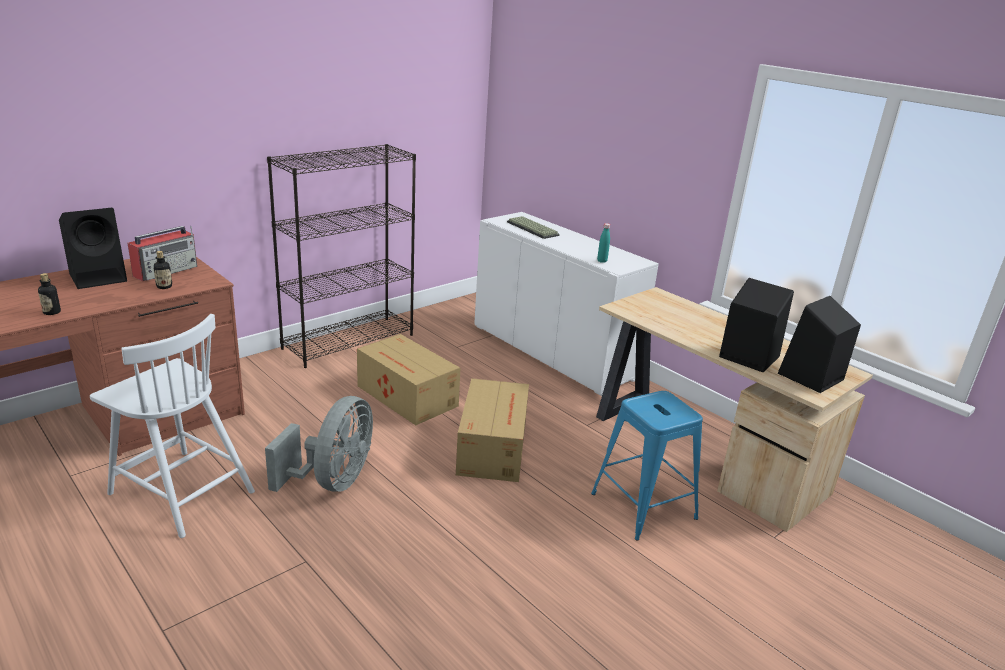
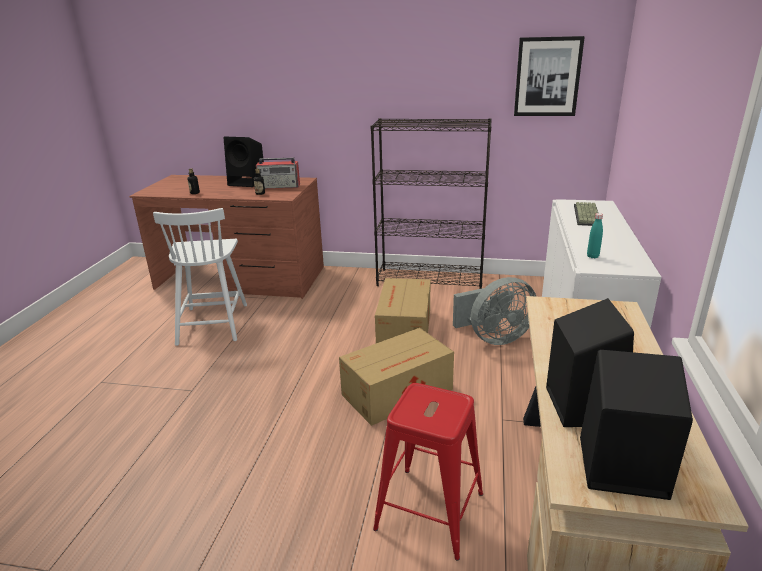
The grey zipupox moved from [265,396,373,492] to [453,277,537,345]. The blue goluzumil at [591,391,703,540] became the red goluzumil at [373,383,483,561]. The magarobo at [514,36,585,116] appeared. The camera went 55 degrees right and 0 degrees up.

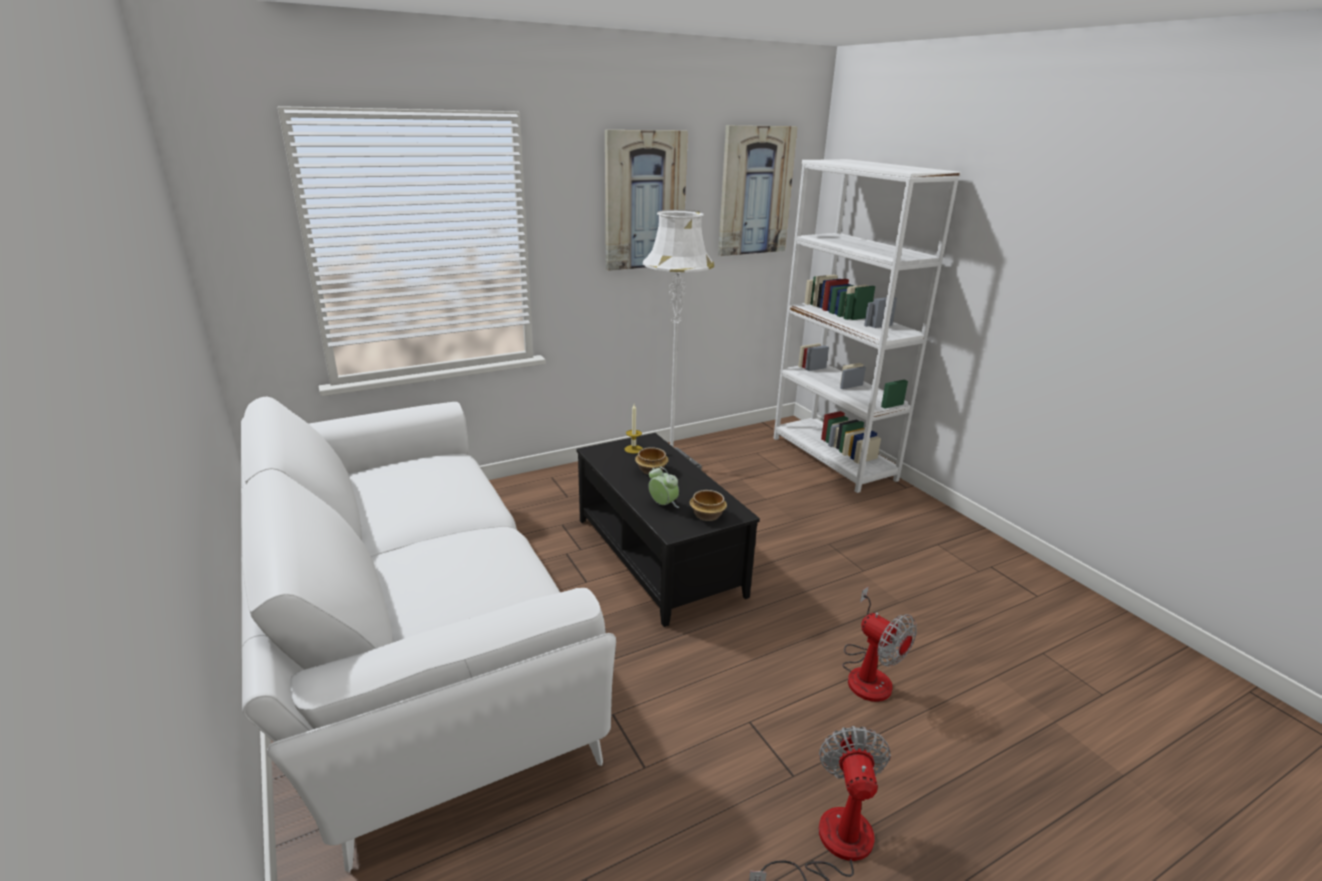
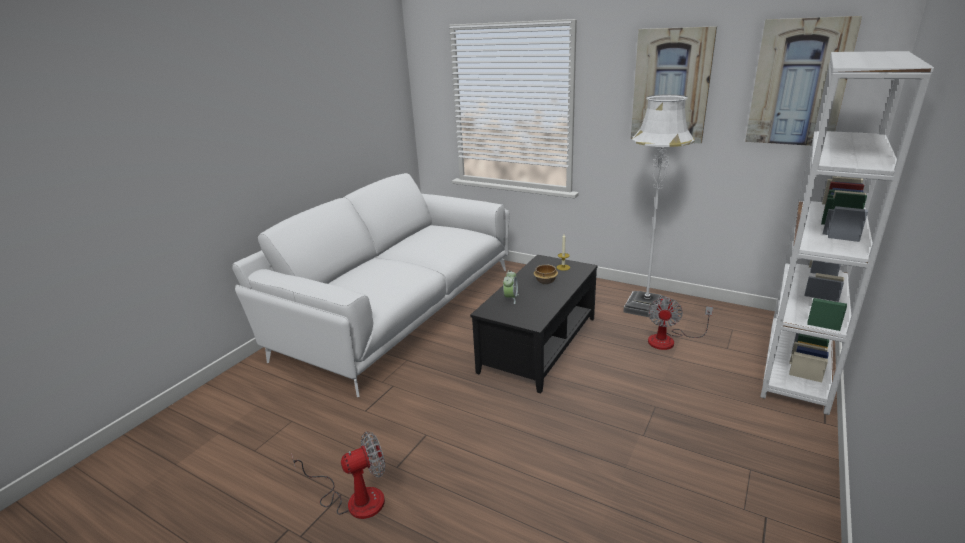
The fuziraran at [690,490,727,521] disappeared. The zipupox moved from [842,586,917,702] to [648,296,713,350]. The camera went 60 degrees right and 0 degrees up.

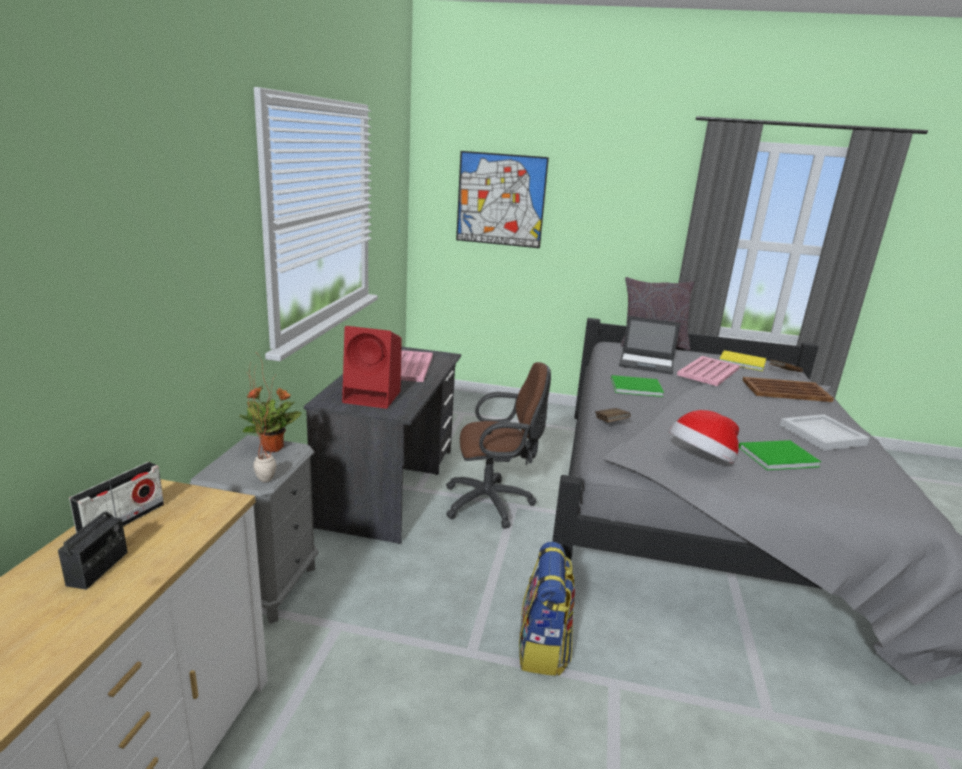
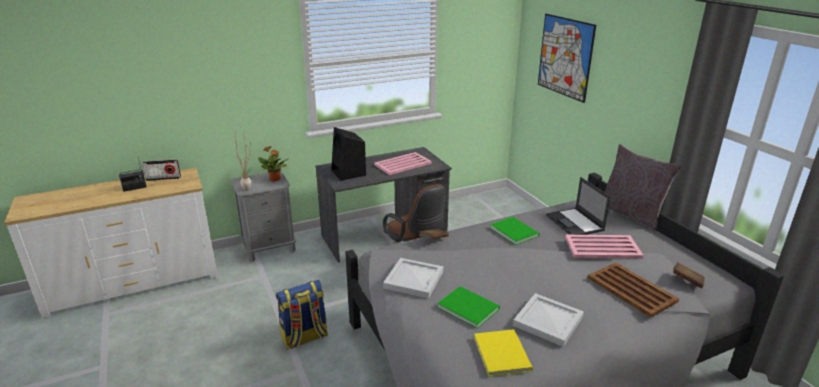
The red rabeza at [342,326,402,409] became the black rabeza at [331,127,366,181]. The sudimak at [669,410,739,464] was replaced by the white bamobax at [383,258,443,299]. The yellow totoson moved from [719,350,766,371] to [474,329,533,377]. The camera went 55 degrees right and 5 degrees up.

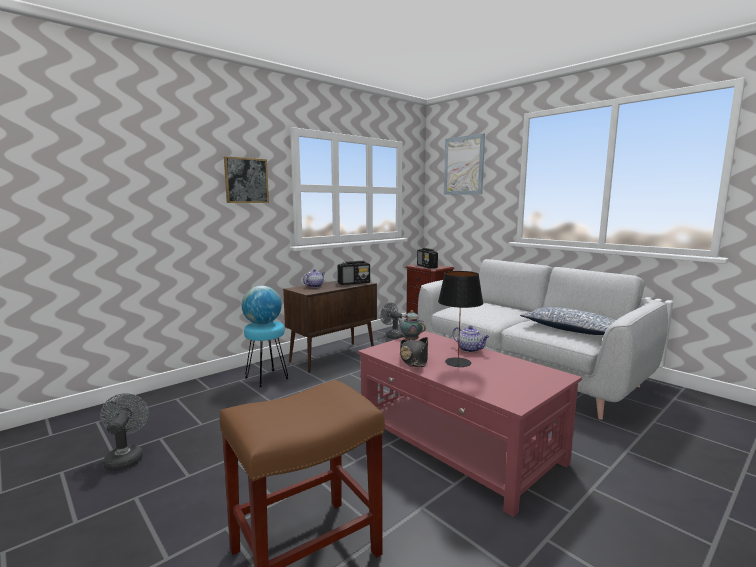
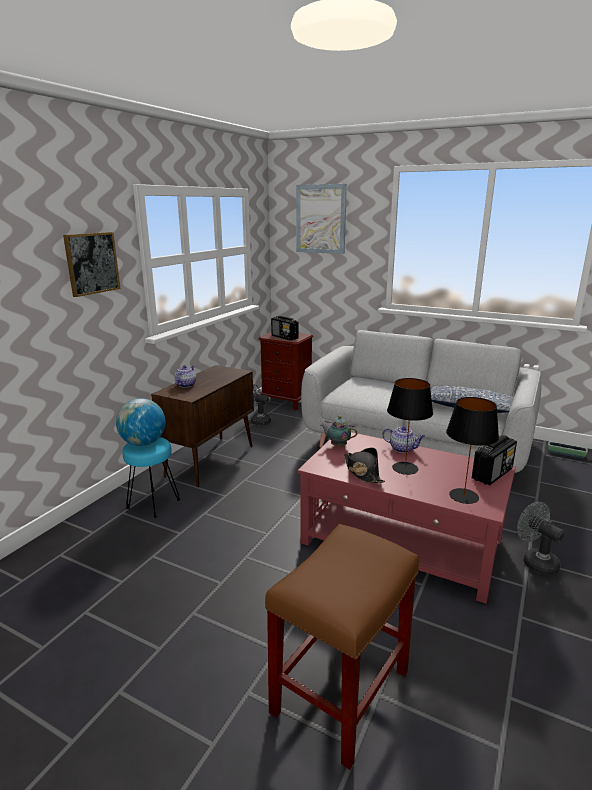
The grey zipupox moved from [100,393,149,471] to [517,502,565,575]. The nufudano moved from [338,261,370,285] to [472,435,517,485]. The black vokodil at [446,397,499,504] appeared. The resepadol at [548,441,588,459] appeared. The camera went 20 degrees left and 10 degrees up.

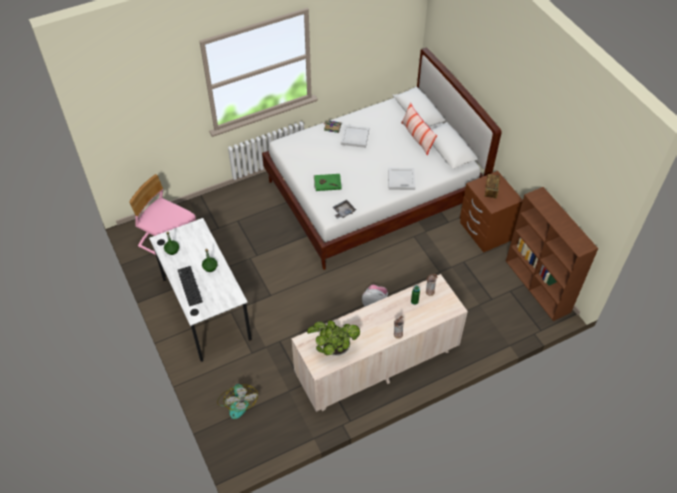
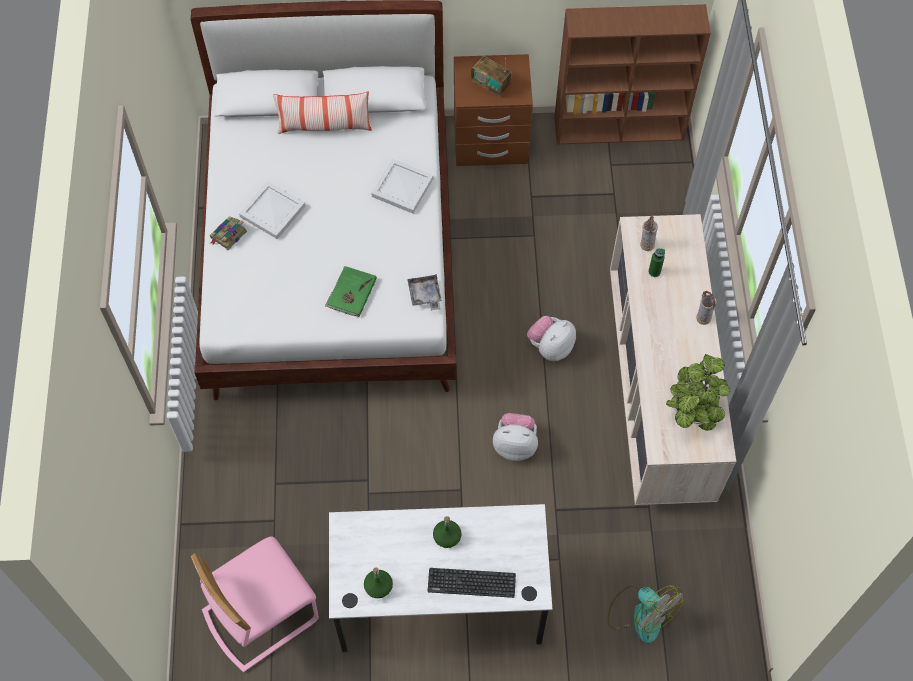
The zipupox at [217,384,258,419] turned 45 degrees clockwise. The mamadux at [493,413,538,461] appeared. The camera went 65 degrees left and 10 degrees up.

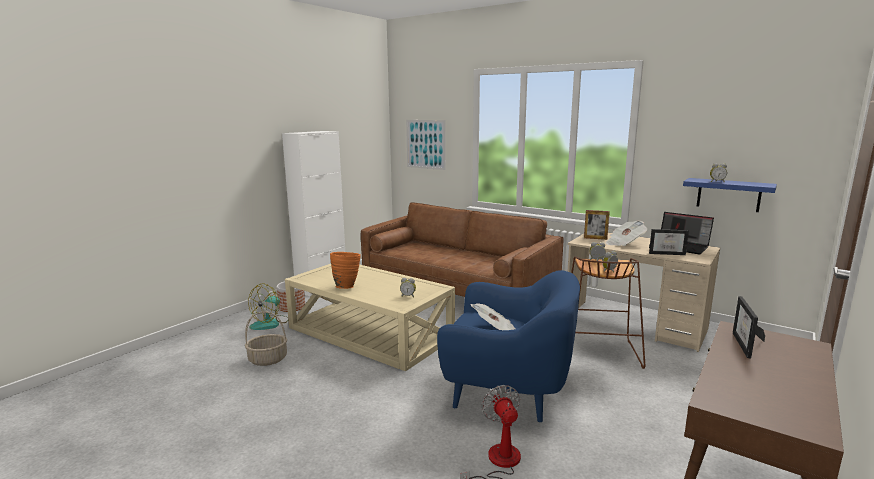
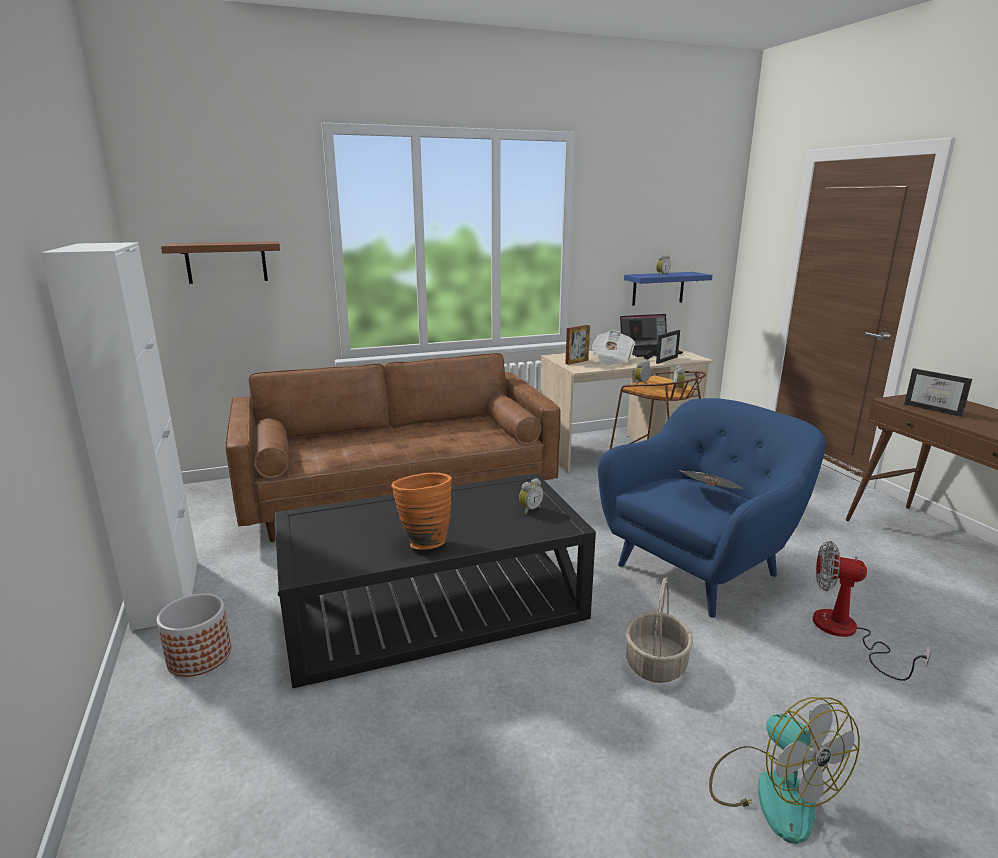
The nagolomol moved from [245,311,287,366] to [626,577,693,683]. The zipupox moved from [248,284,288,330] to [709,697,860,844]. The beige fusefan at [285,264,455,371] became the black fusefan at [275,473,596,688]. The magarobo at [406,120,446,170] was replaced by the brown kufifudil at [161,241,280,284]. The camera went 55 degrees left and 5 degrees up.

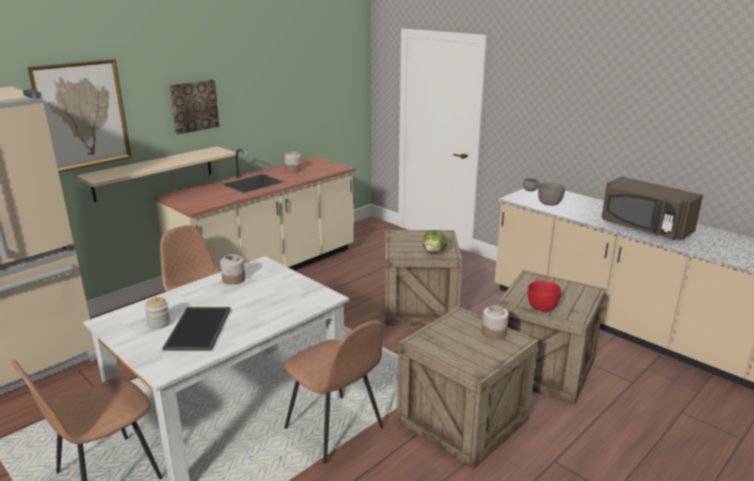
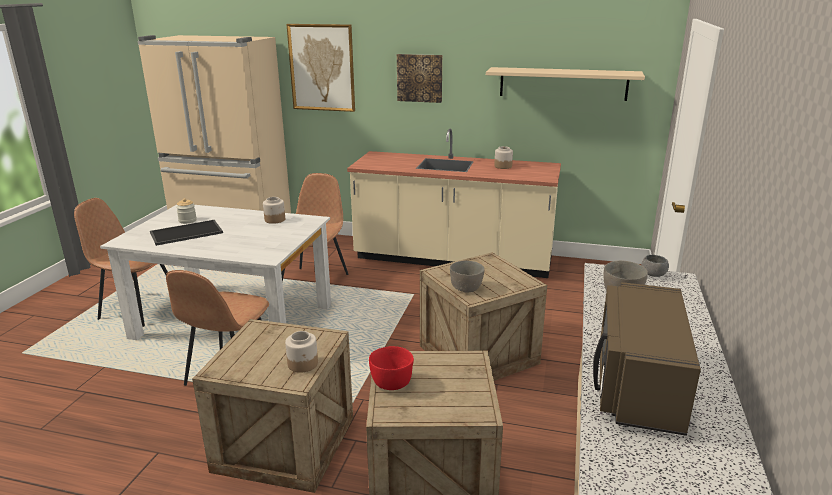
The beige kufifudil moved from [77,146,236,202] to [486,67,645,101]. The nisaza at [423,230,447,254] was replaced by the grey fuziraran at [450,261,484,292]. The camera went 60 degrees right and 0 degrees up.

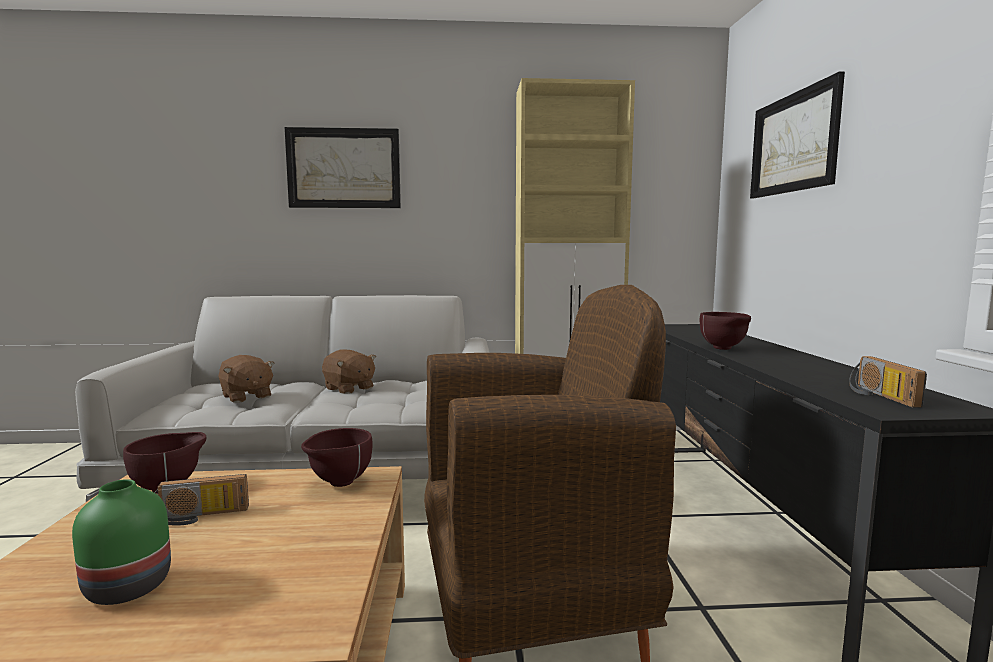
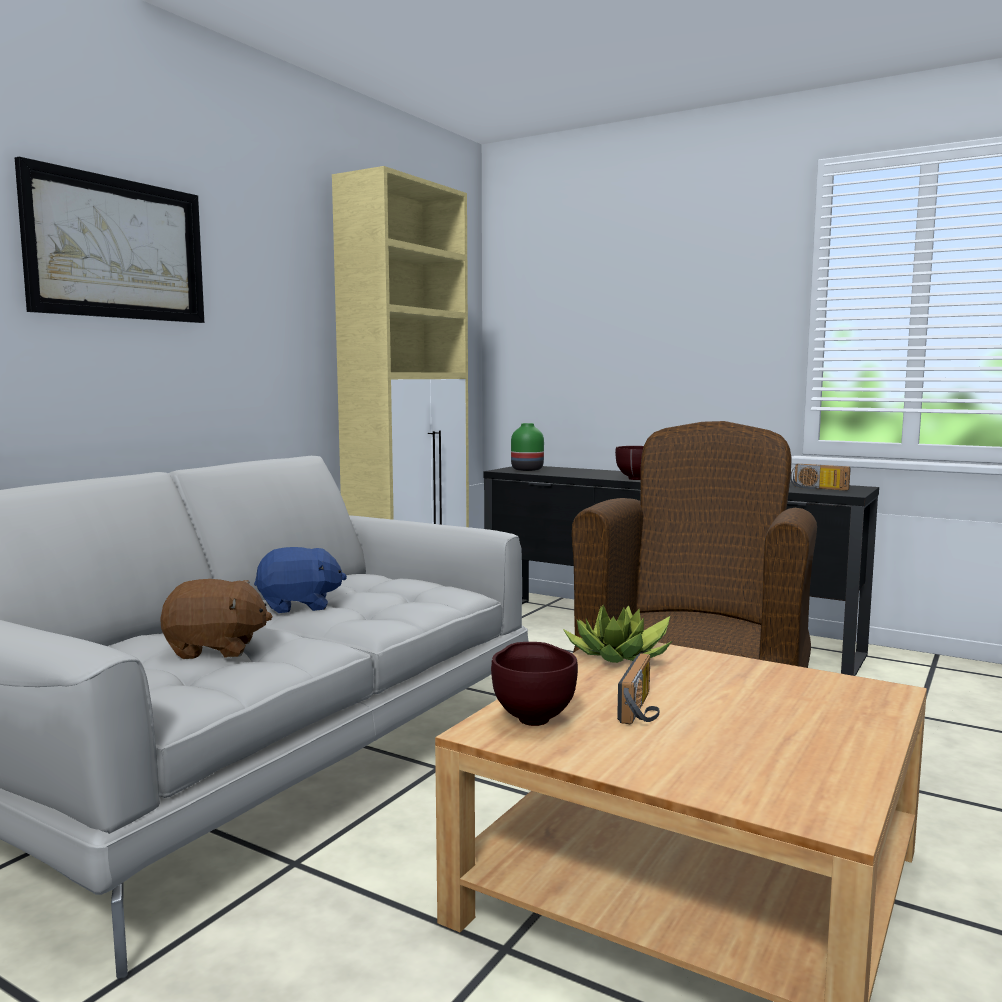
The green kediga moved from [72,479,171,605] to [511,423,544,471]. The brown fuziraran at [301,428,373,487] was replaced by the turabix at [563,605,672,663]. The brown mamadux at [322,349,376,394] became the blue mamadux at [254,547,347,613]. The magarobo at [750,72,845,198] disappeared. The camera went 55 degrees left and 0 degrees up.

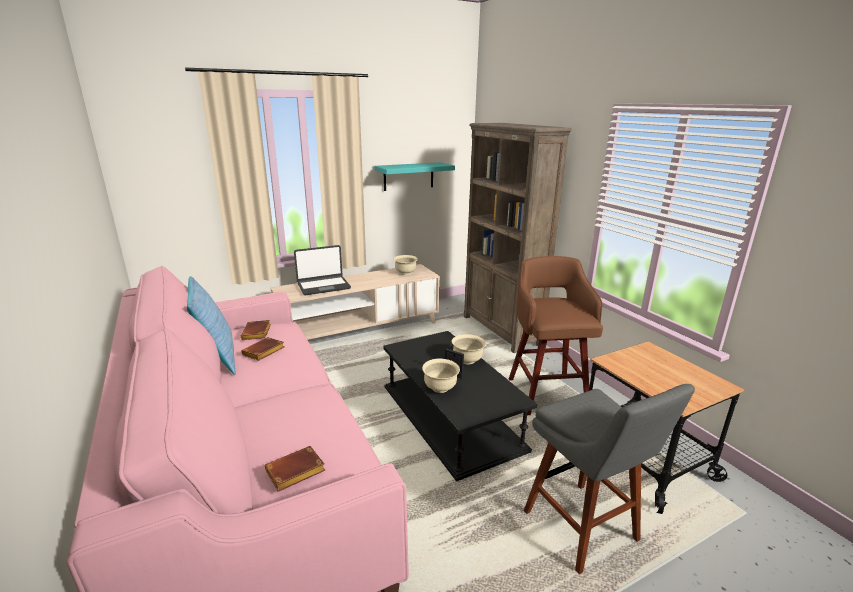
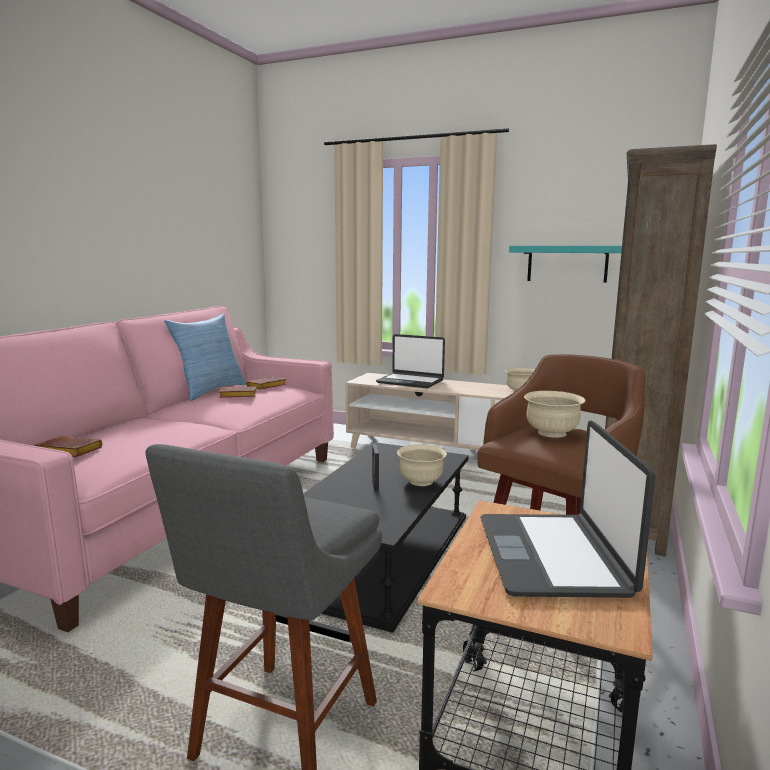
The beige fuziraran moved from [422,359,460,393] to [524,391,586,438]. The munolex at [480,421,655,598] appeared. The camera went 50 degrees right and 10 degrees down.

